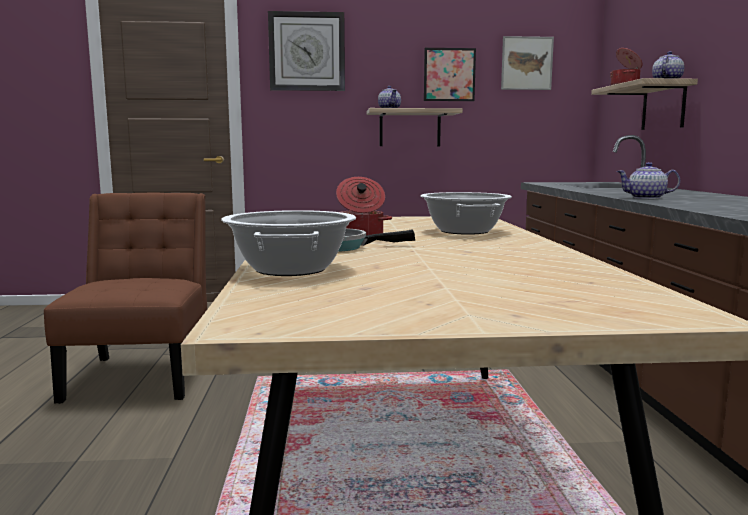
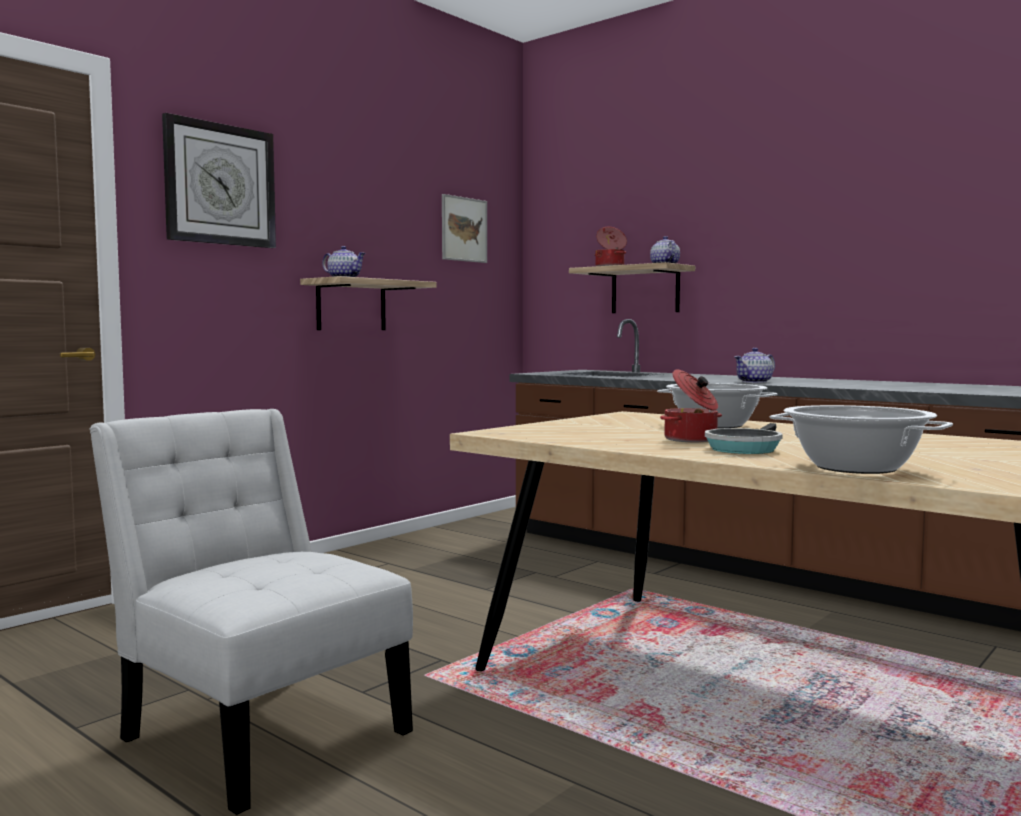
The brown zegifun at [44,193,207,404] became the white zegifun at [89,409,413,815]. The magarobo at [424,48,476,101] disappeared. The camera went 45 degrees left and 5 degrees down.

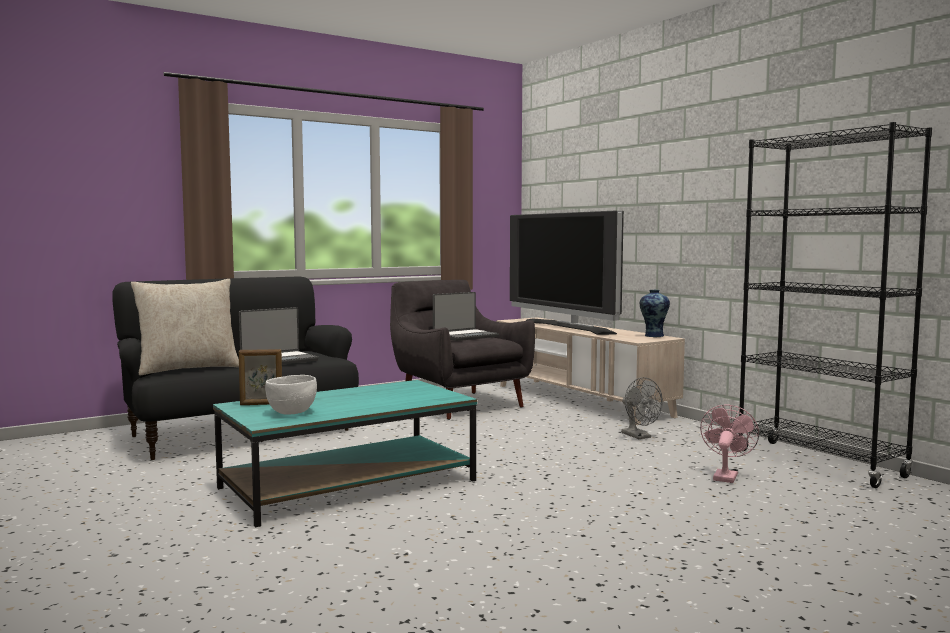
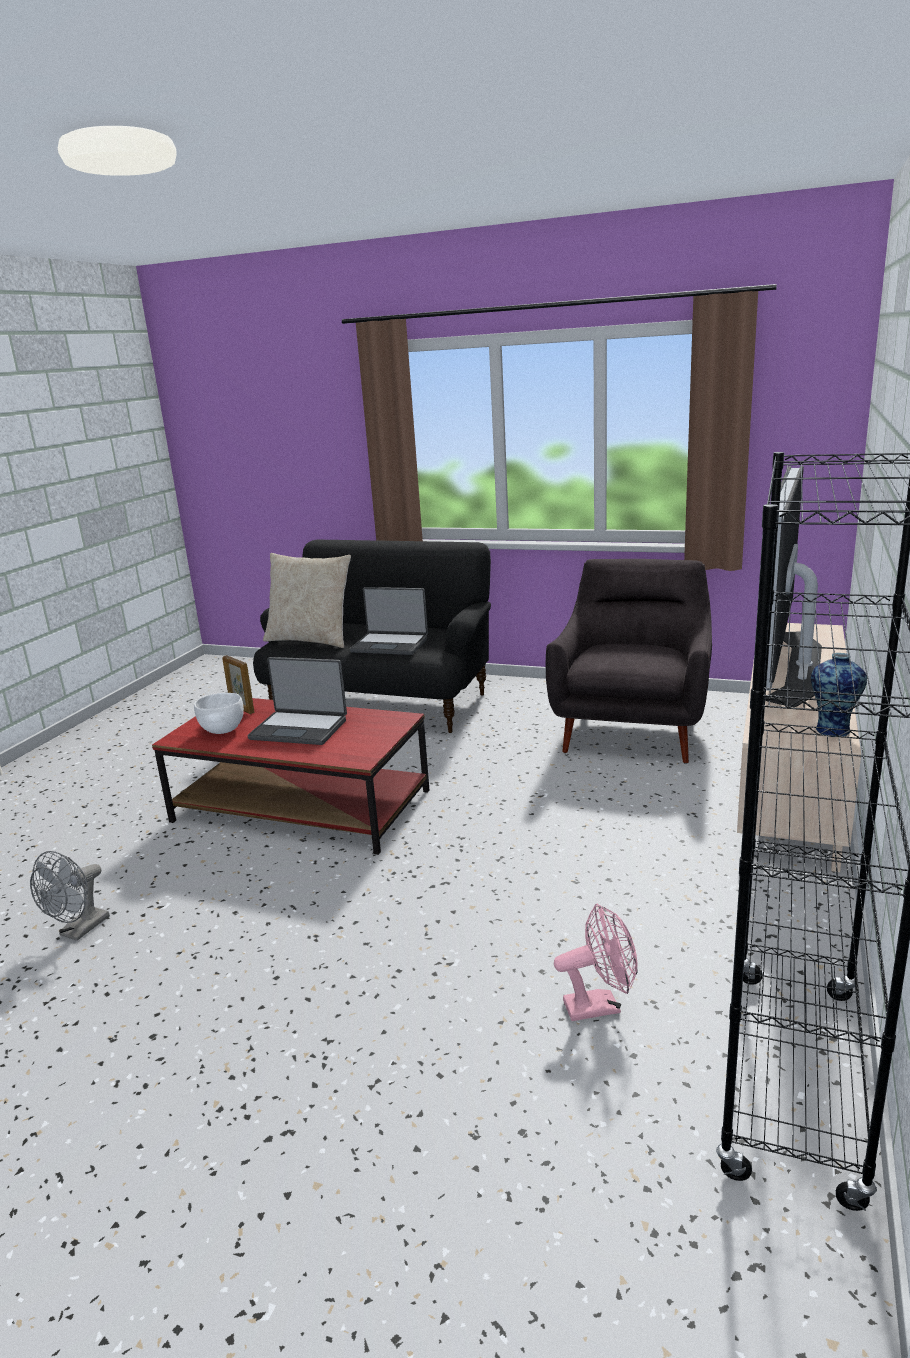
The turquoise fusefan at [213,380,477,527] became the red fusefan at [152,698,429,855]. The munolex moved from [433,292,499,341] to [248,657,347,745]. The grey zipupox moved from [621,377,663,439] to [30,851,110,941]. The camera went 55 degrees right and 15 degrees up.

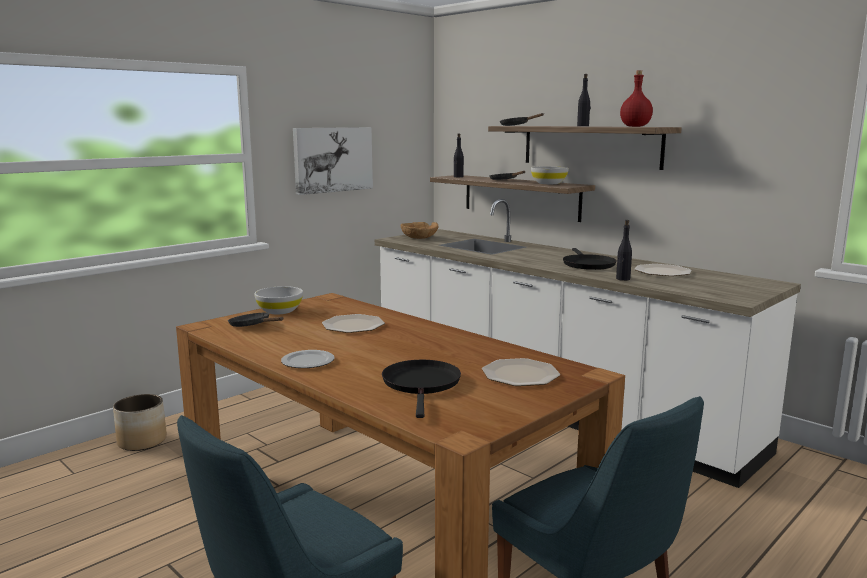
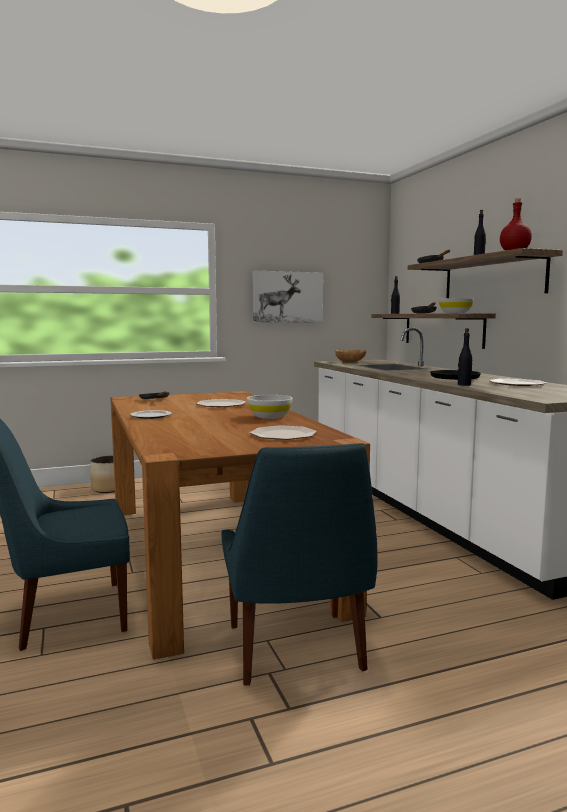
The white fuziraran moved from [254,286,303,314] to [247,395,293,419]. The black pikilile at [382,360,461,418] disappeared. The camera went 25 degrees right and 5 degrees down.

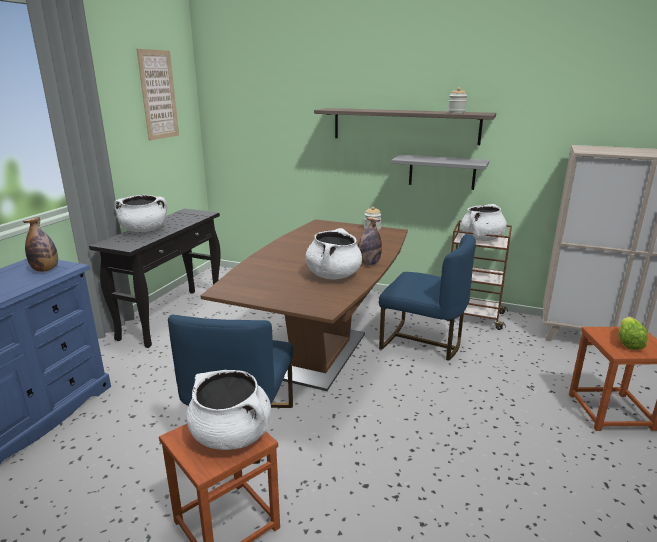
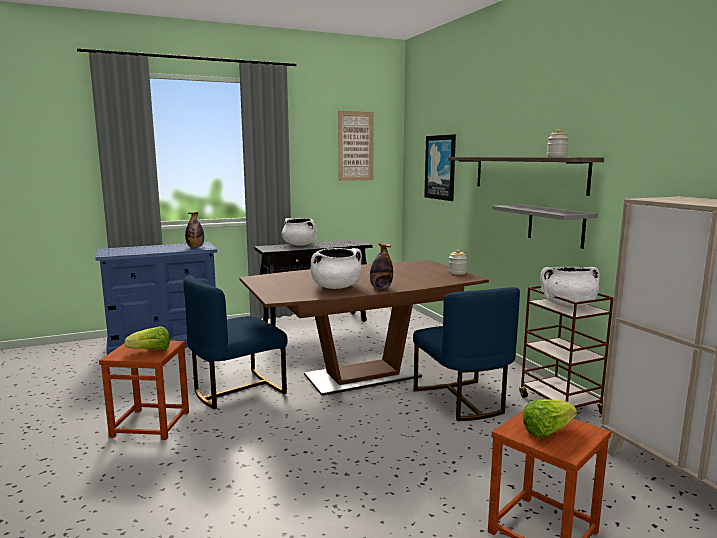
The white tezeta at [186,370,271,450] was replaced by the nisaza at [125,326,170,351]. The magarobo at [424,134,456,201] appeared. The camera went 45 degrees right and 10 degrees down.

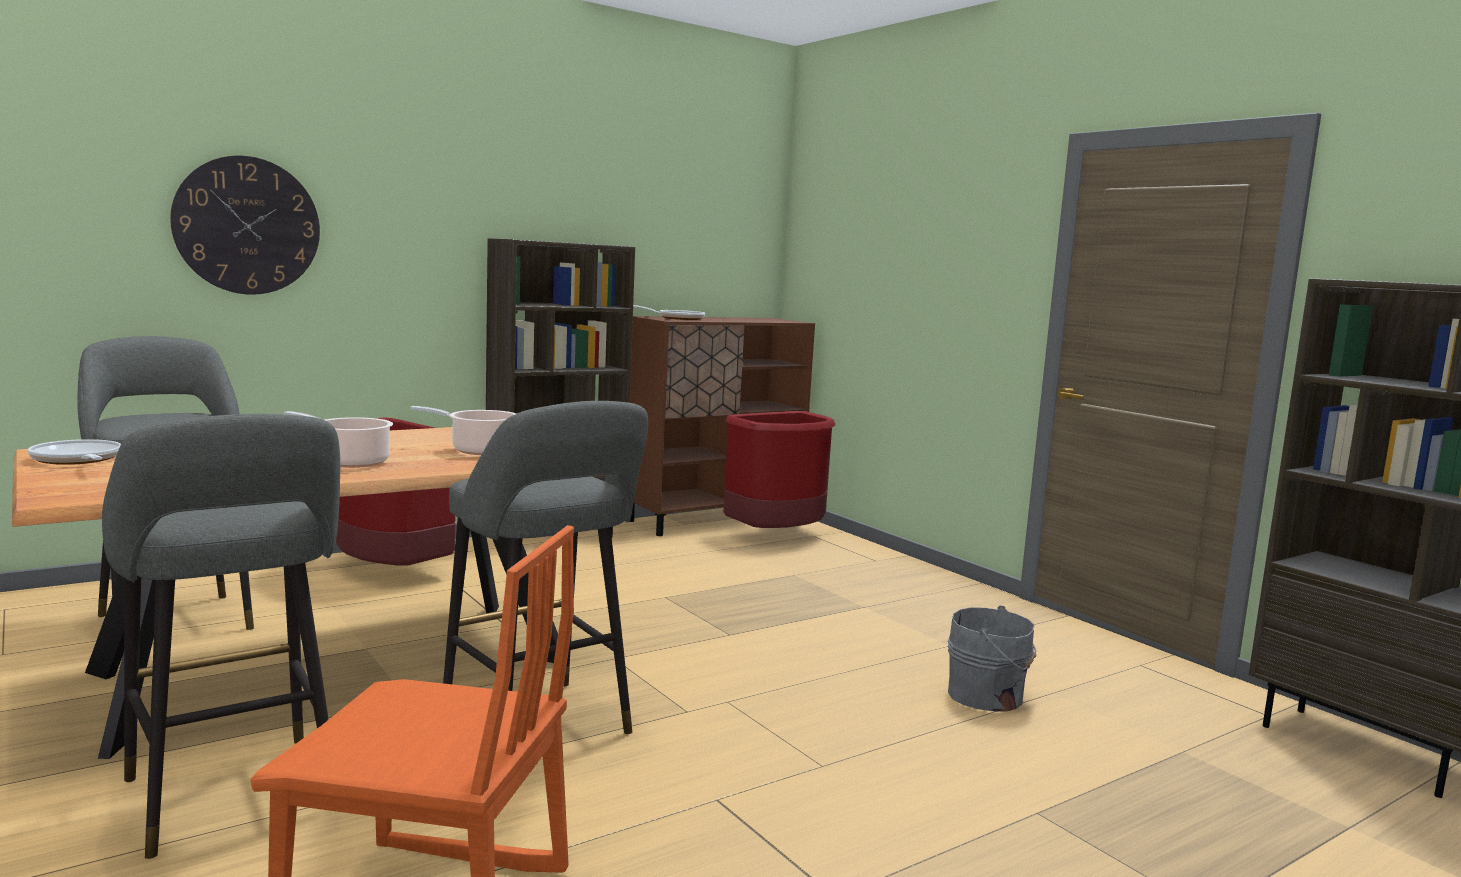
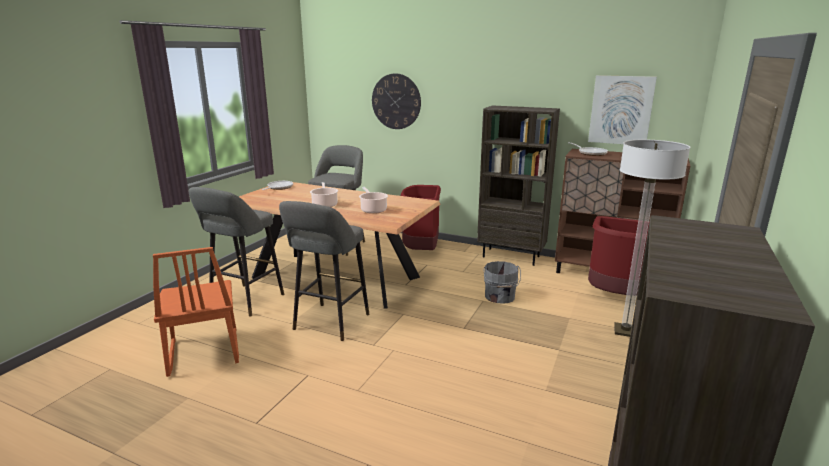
The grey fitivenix moved from [948,605,1036,712] to [484,261,521,304]. The magarobo at [588,75,657,144] appeared. The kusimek at [614,140,690,337] appeared. The camera went 60 degrees right and 10 degrees up.

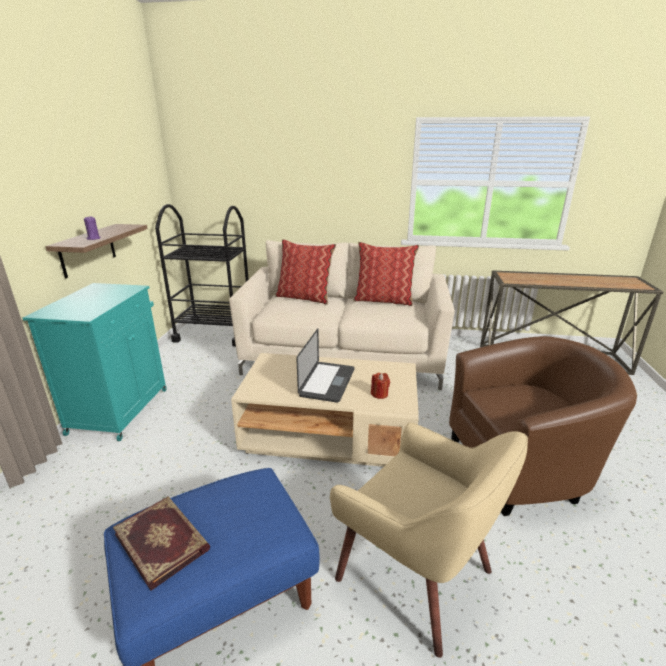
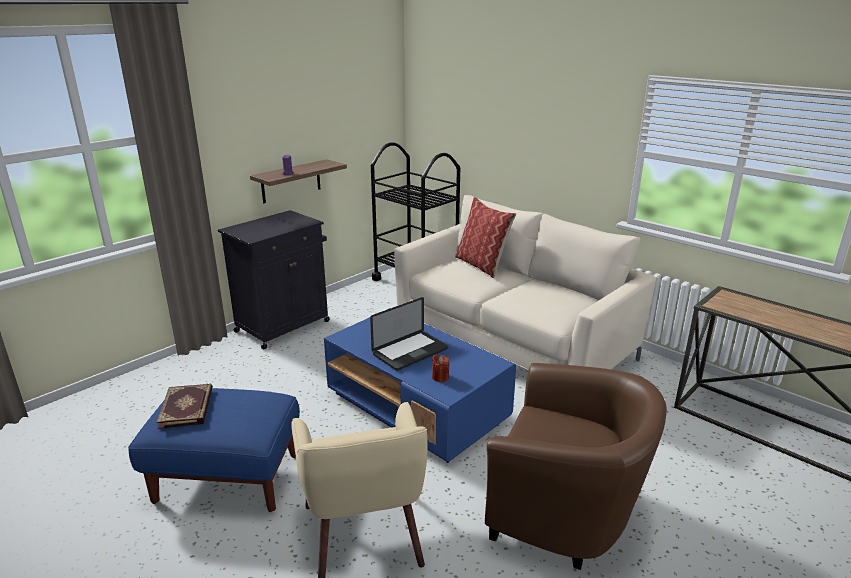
The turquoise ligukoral at [23,283,167,441] became the black ligukoral at [218,210,330,350]. The beige fusefan at [231,353,419,467] became the blue fusefan at [324,308,516,463]. The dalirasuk at [353,242,419,306] disappeared. The camera went 35 degrees right and 0 degrees up.

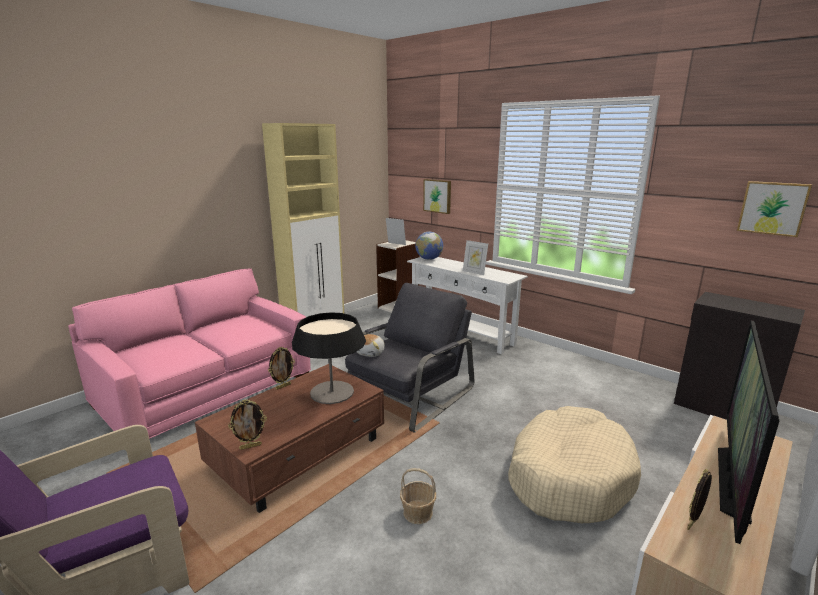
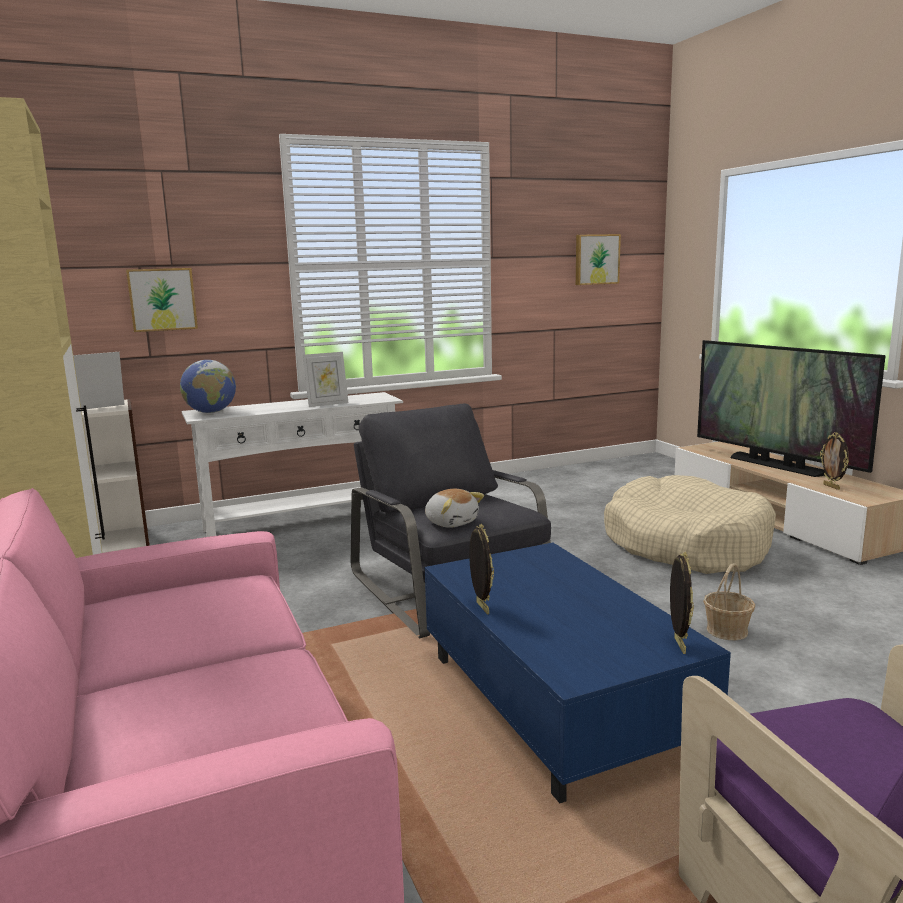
The brown fusefan at [195,364,384,513] became the blue fusefan at [425,543,731,803]. The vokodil at [292,312,366,404] disappeared. The black ligukoral at [674,292,805,420] disappeared. The camera went 65 degrees left and 5 degrees down.

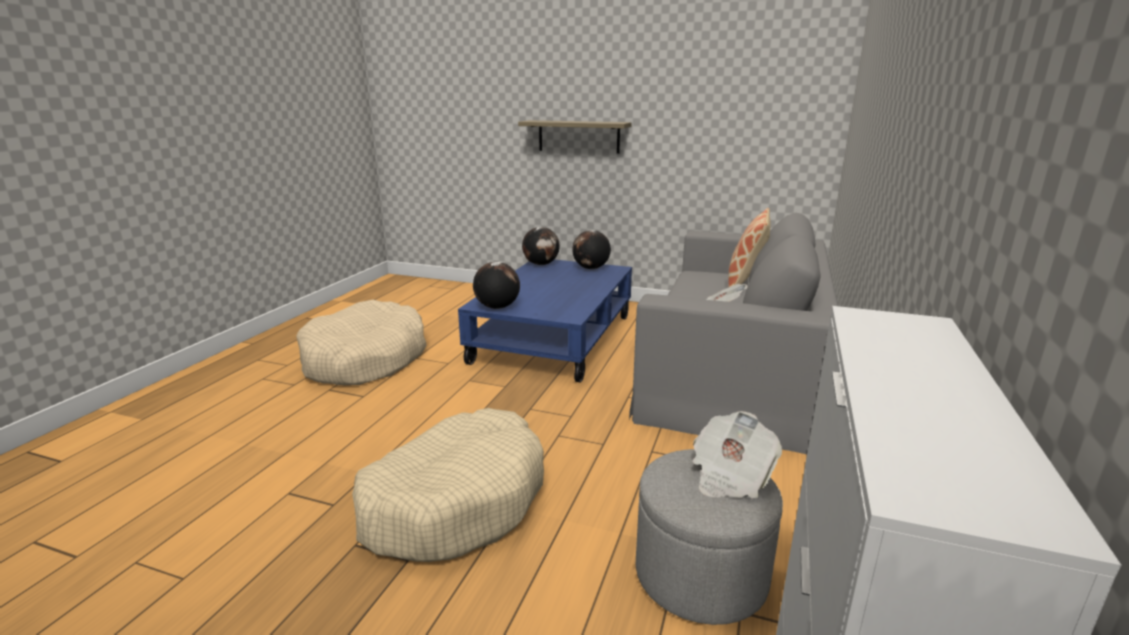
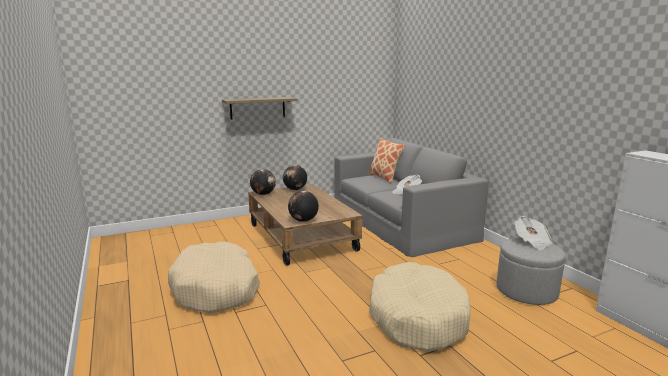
The blue fusefan at [458,260,632,383] became the brown fusefan at [248,184,362,266]. The camera went 45 degrees left and 5 degrees down.

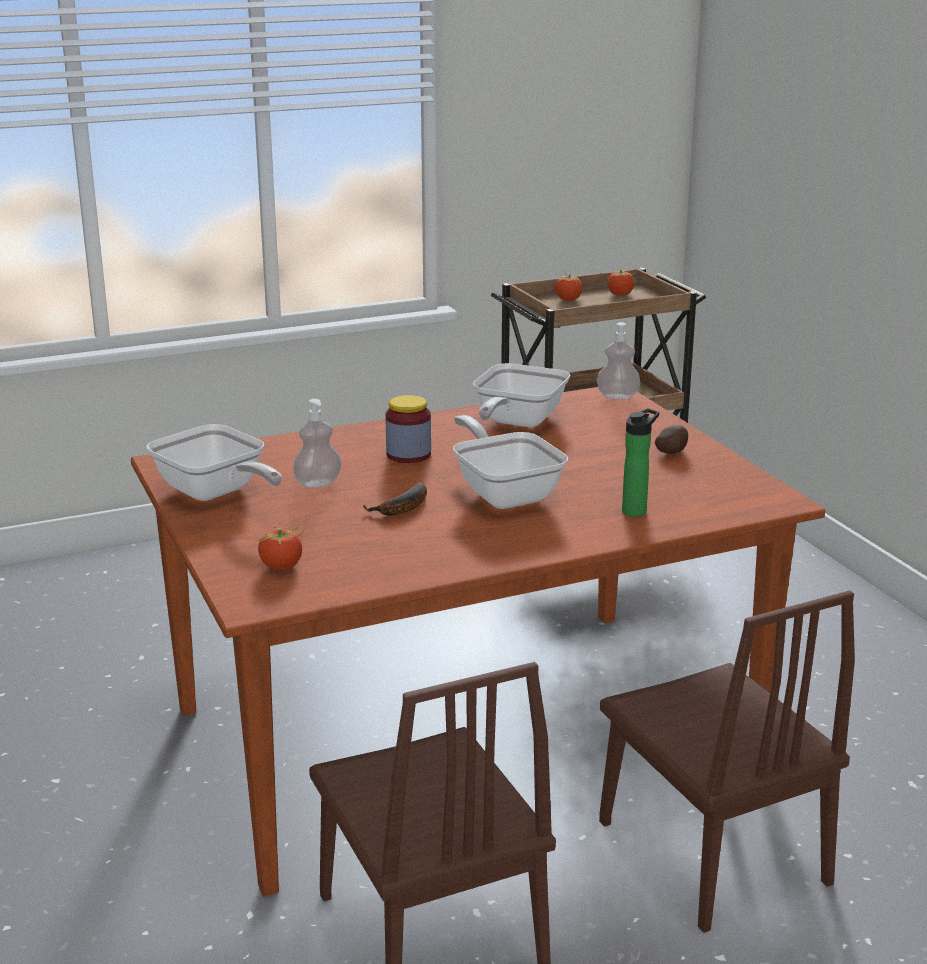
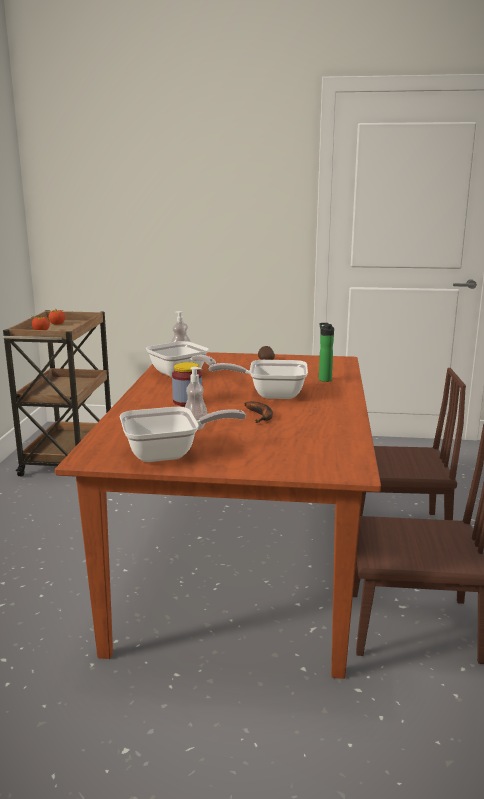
The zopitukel at [256,524,304,570] disappeared. The camera went 60 degrees left and 5 degrees down.

